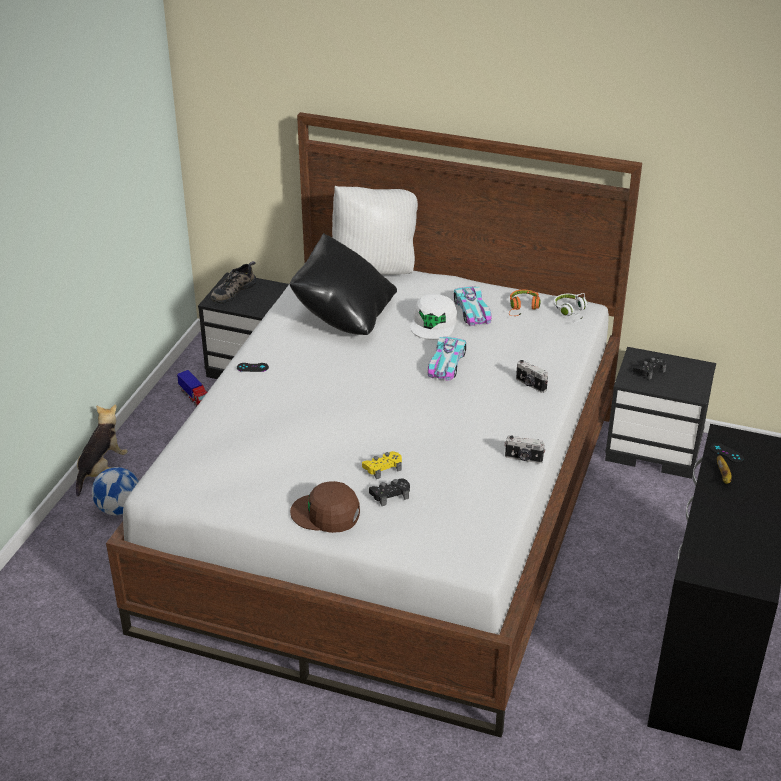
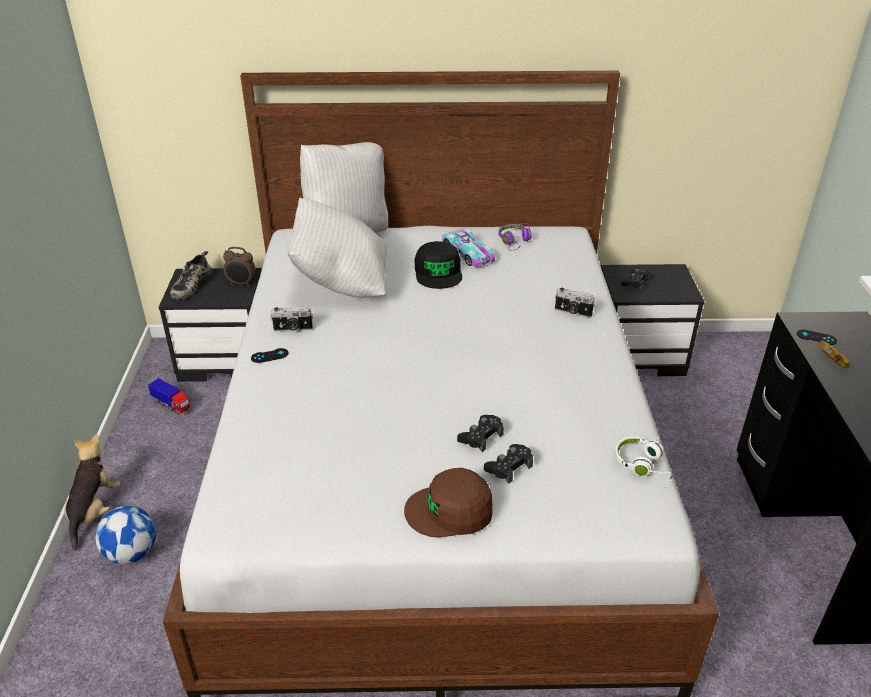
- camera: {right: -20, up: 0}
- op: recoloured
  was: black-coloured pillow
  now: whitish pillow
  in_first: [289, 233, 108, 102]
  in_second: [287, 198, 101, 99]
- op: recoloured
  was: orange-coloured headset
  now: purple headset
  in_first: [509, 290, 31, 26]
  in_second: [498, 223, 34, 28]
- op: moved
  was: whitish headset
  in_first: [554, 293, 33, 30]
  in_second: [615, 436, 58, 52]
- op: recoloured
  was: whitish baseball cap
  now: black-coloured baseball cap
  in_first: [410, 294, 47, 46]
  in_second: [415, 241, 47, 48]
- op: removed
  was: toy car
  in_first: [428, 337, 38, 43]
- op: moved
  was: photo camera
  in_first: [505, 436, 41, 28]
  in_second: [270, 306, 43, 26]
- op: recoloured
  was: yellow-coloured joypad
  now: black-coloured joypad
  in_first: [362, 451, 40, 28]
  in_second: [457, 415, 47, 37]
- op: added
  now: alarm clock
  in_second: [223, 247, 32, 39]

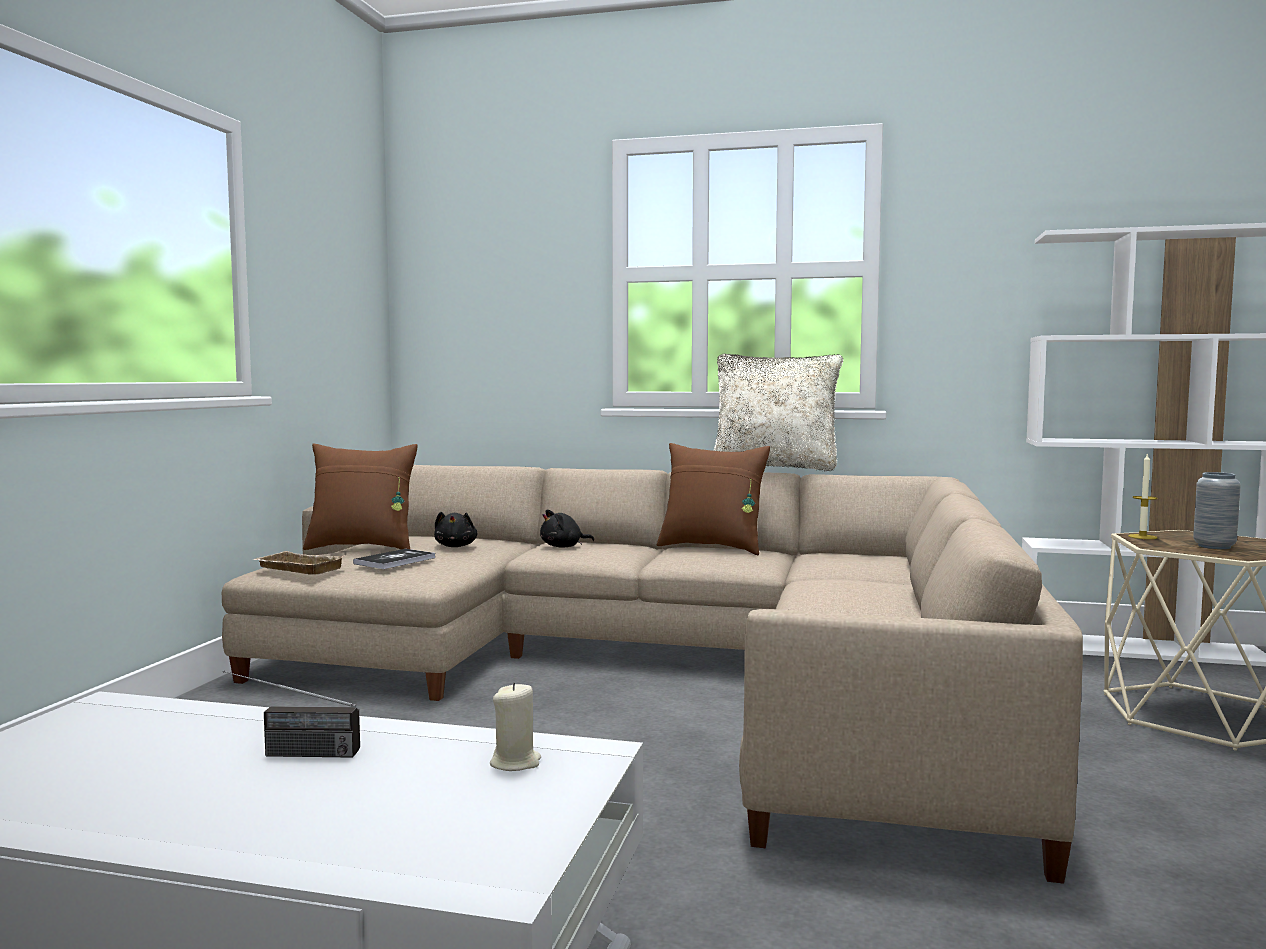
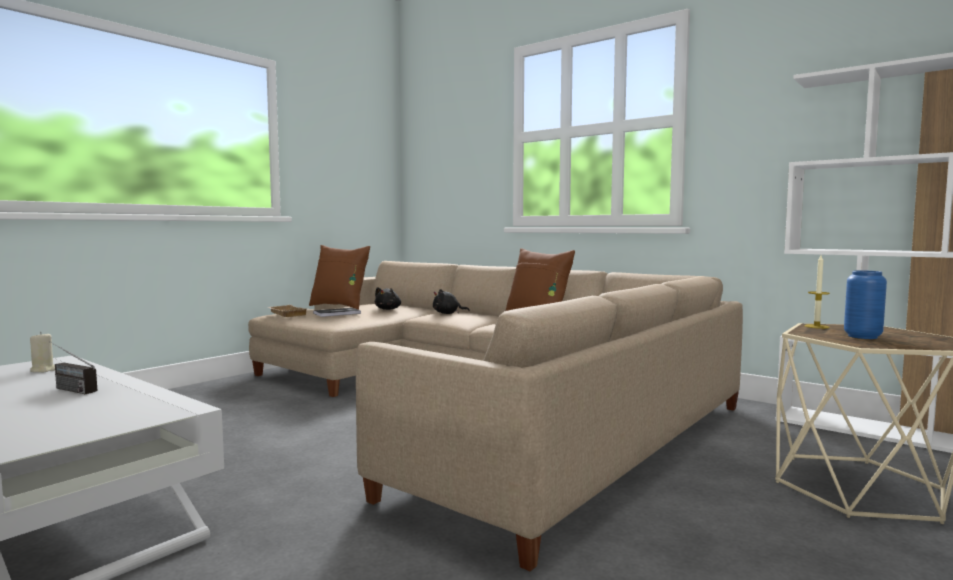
- camera: {right: 25, up: 0}
- op: removed
  was: beige pillow
  in_first: [714, 353, 130, 118]
- op: recoloured
  was: grey flower vase
  now: blue flower vase
  in_first: [1193, 472, 48, 77]
  in_second: [844, 270, 43, 69]
- op: moved
  was: beige candle
  in_first: [490, 682, 51, 89]
  in_second: [30, 332, 25, 40]

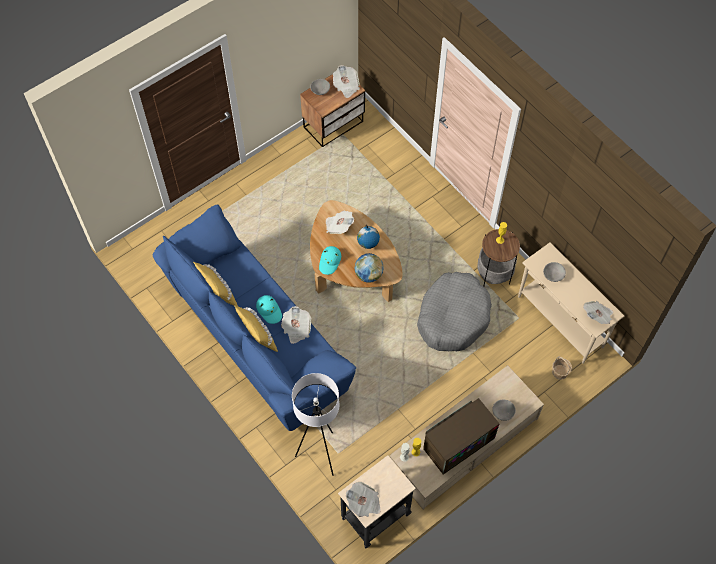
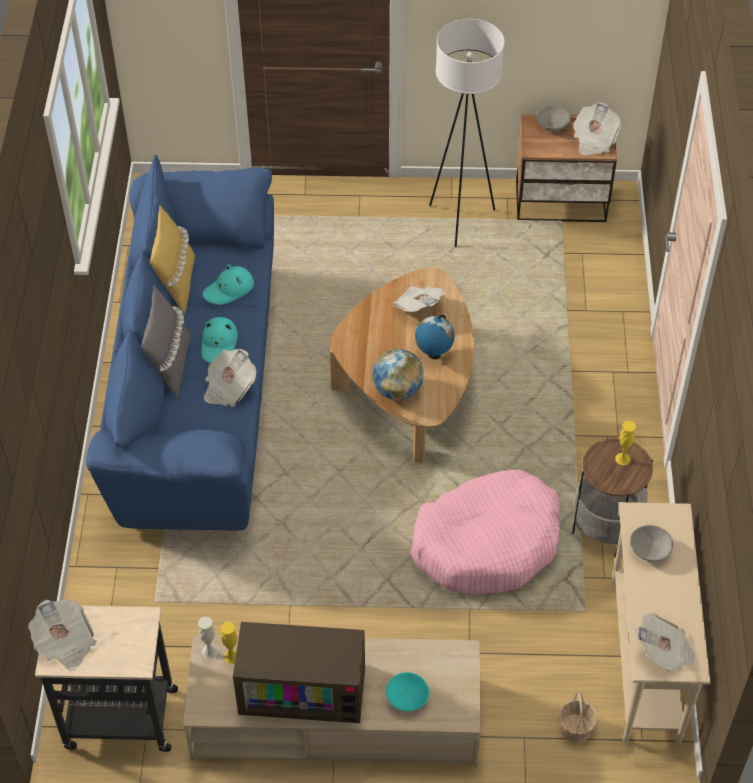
- camera: {right: 40, up: -10}
- op: moved
  was: turquoise clothing hat
  in_first: [319, 246, 22, 29]
  in_second: [203, 264, 51, 41]
- op: recoloured
  was: grey dog bed
  now: pink-coloured dog bed
  in_first: [417, 272, 75, 79]
  in_second: [411, 470, 149, 125]
- op: recoloured
  was: yellow-coloured pillow
  now: grey pillow
  in_first: [234, 305, 44, 47]
  in_second: [141, 286, 50, 113]
- op: moved
  was: whitish standard lamp
  in_first: [292, 373, 47, 103]
  in_second: [429, 19, 76, 228]
- op: recoloured
  was: grey serving bowl
  now: turquoise serving bowl
  in_first: [492, 399, 24, 22]
  in_second: [386, 672, 44, 39]

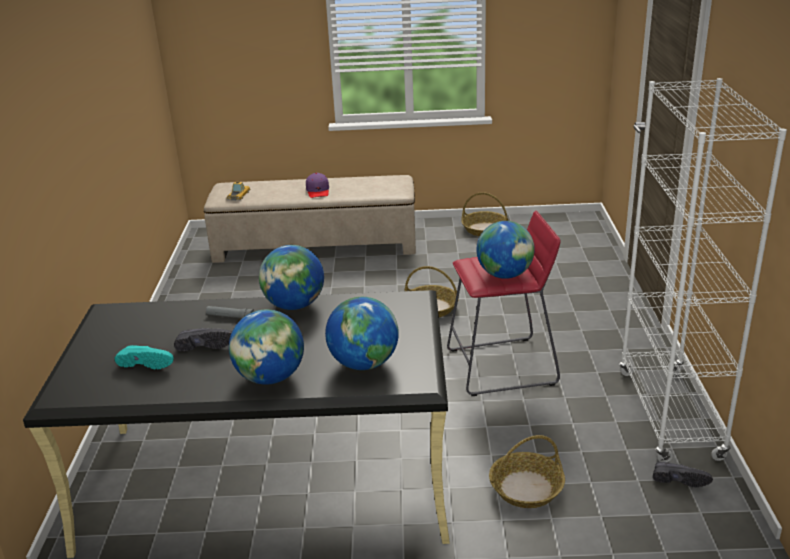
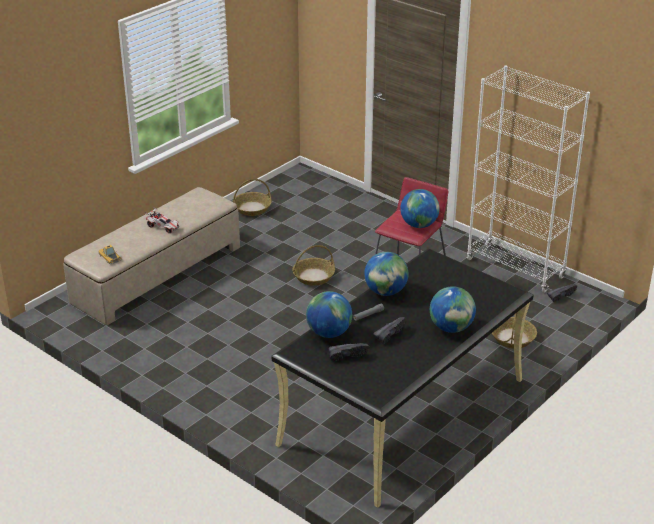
- camera: {right: -50, up: 5}
- op: replaced
  was: purple baseball cap
  now: toy car
  in_first: [306, 173, 23, 25]
  in_second: [145, 207, 34, 26]
- op: moved
  was: world globe
  in_first: [325, 297, 74, 73]
  in_second: [306, 291, 46, 47]
- op: removed
  was: turquoise item of footwear
  in_first: [115, 345, 59, 25]
- op: added
  now: black-coloured item of footwear
  in_second: [329, 343, 41, 18]

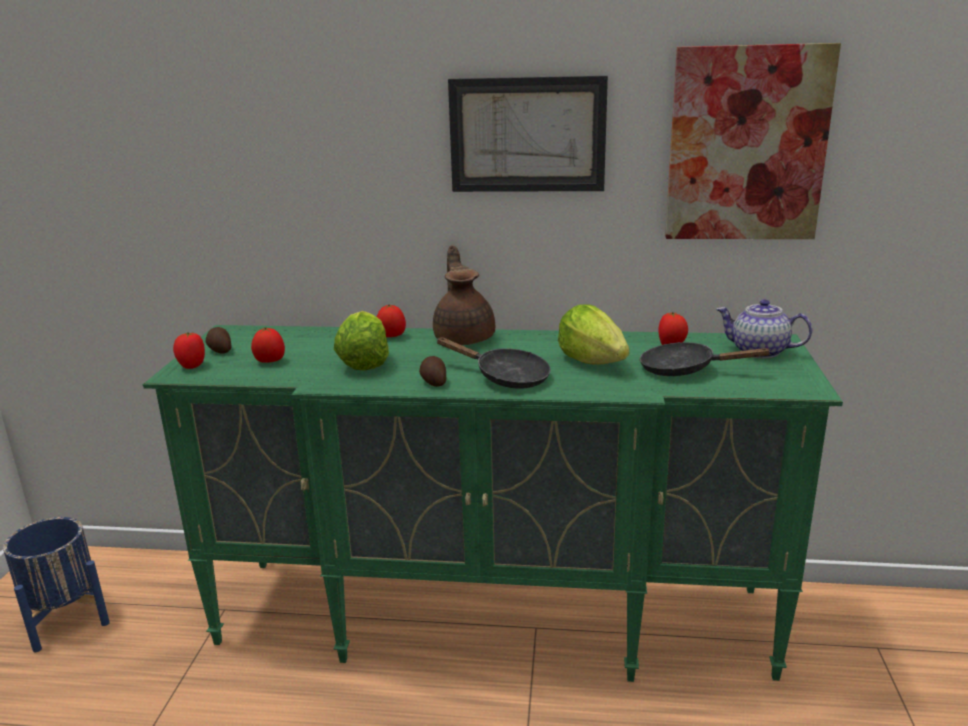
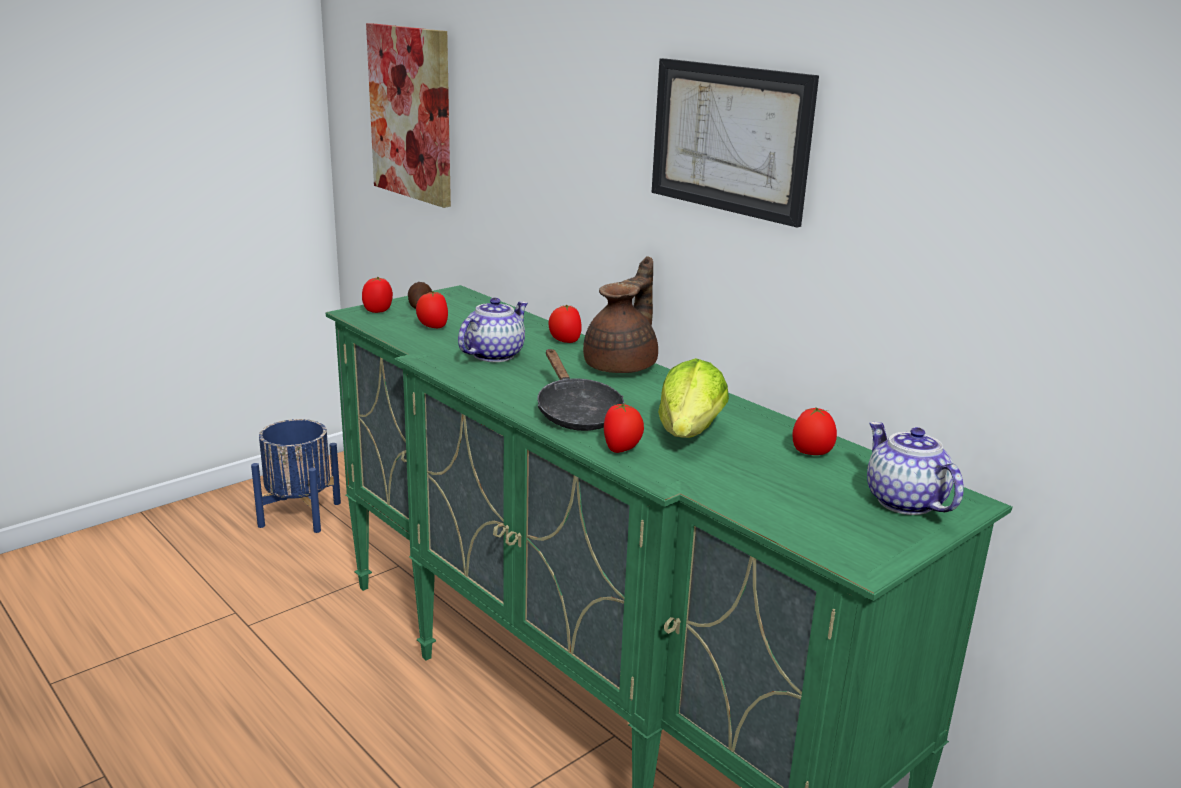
- camera: {right: 40, up: 0}
- op: moved
  was: wall picture
  in_first: [665, 43, 176, 196]
  in_second: [366, 23, 85, 185]
- op: replaced
  was: head of lettuce
  now: pot for tea
  in_first: [334, 311, 55, 60]
  in_second: [458, 298, 70, 64]
- op: removed
  was: black-coloured pan
  in_first: [640, 342, 131, 34]
- op: removed
  was: potato
  in_first: [419, 356, 27, 31]
- op: added
  now: tomato
  in_second: [604, 403, 40, 50]

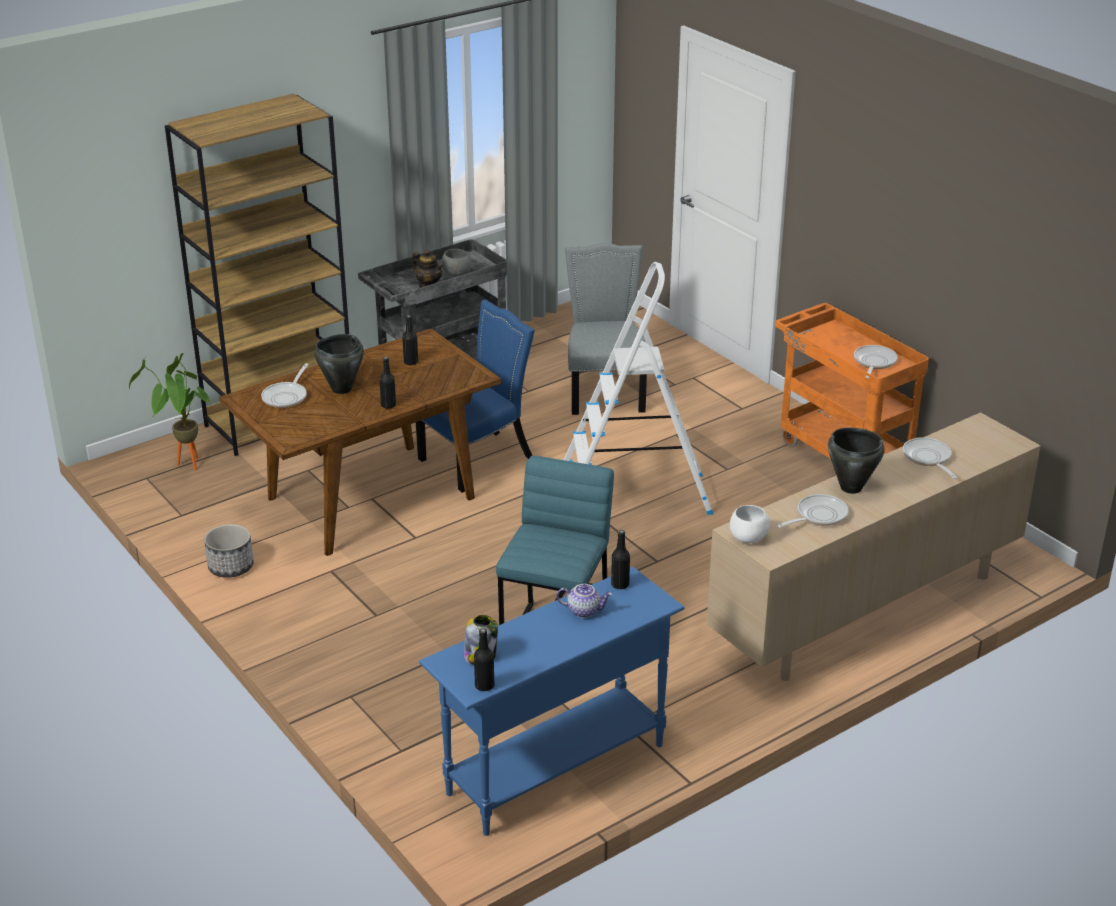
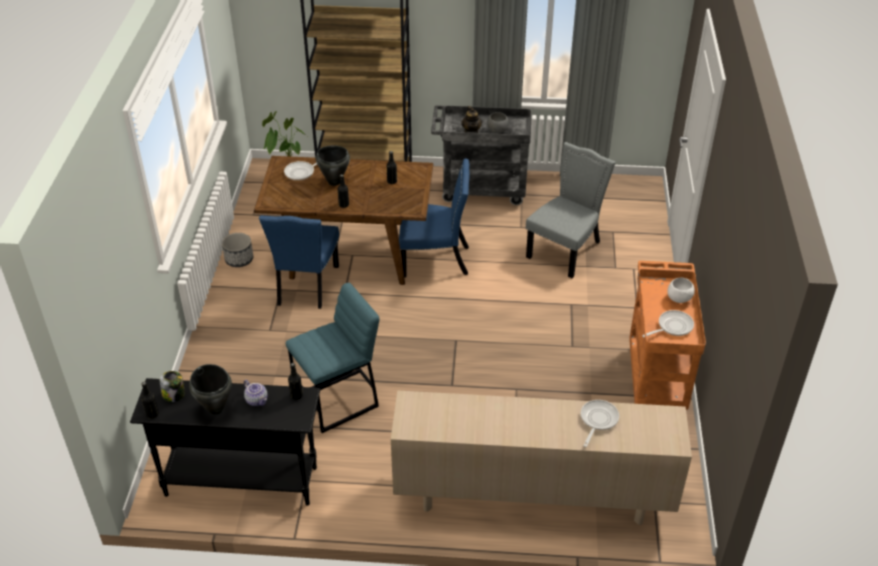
- camera: {right: 40, up: 10}
- op: removed
  was: whitish step ladder
  in_first: [564, 262, 150, 253]
- op: moved
  was: black-coloured stockpot
  in_first: [828, 428, 57, 66]
  in_second: [189, 364, 43, 51]
- op: removed
  was: pan
  in_first: [776, 494, 72, 34]
- op: moved
  was: whitish serving bowl
  in_first: [730, 505, 40, 38]
  in_second: [667, 278, 28, 25]
- op: recoloured
  was: blue hall table
  now: black-coloured hall table
  in_first: [419, 567, 266, 269]
  in_second: [130, 378, 190, 127]
- op: added
  now: blue plain chair
  in_second: [259, 215, 80, 94]

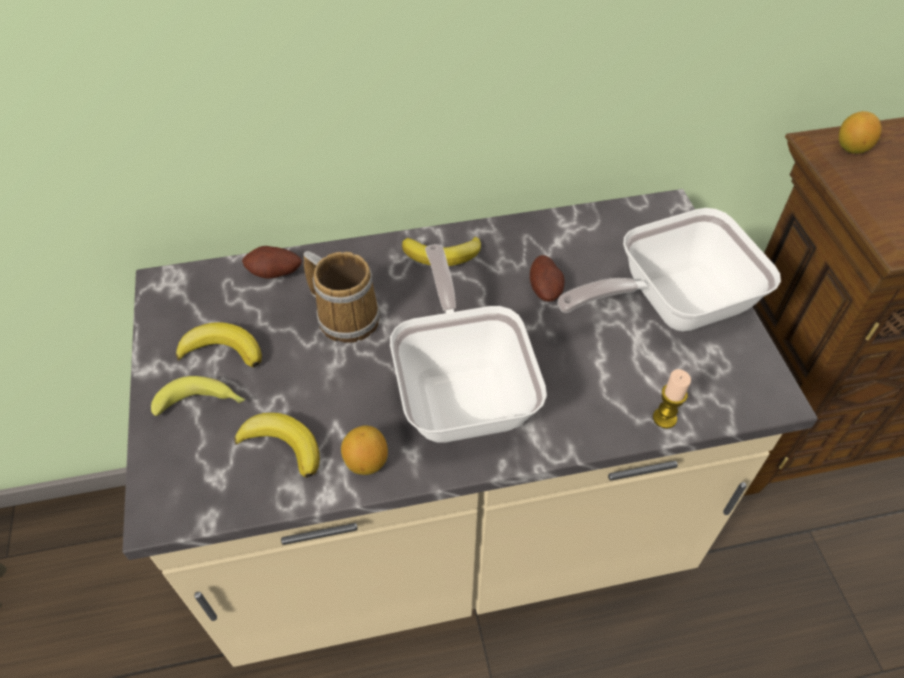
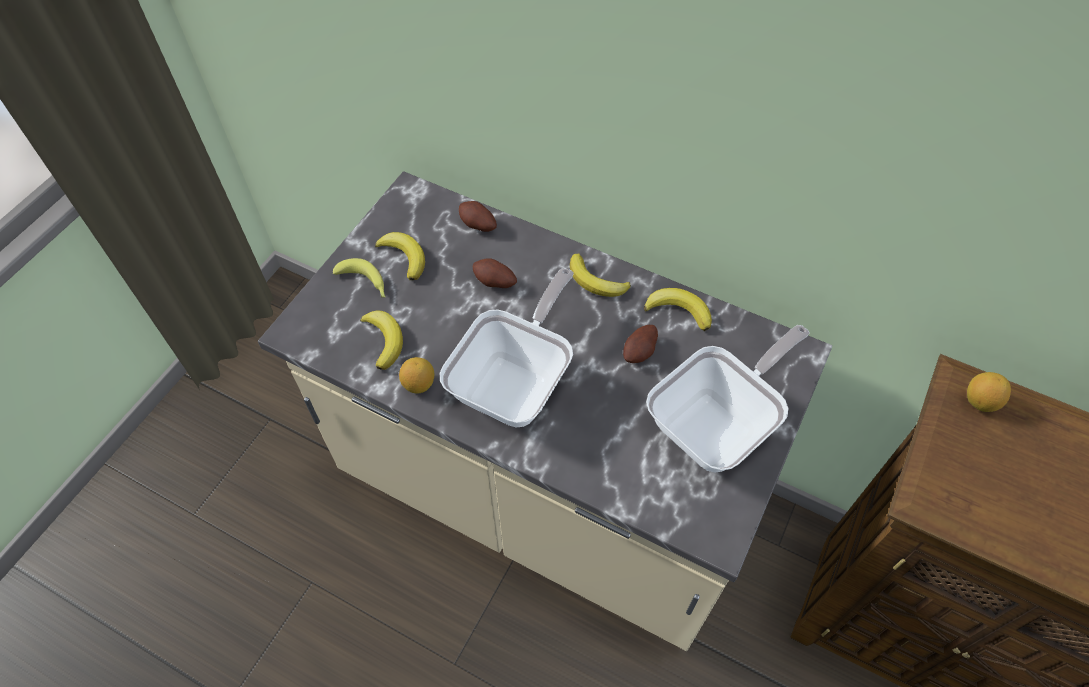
- camera: {right: 40, up: 5}
- op: turned
  was: pan
  in_first: [558, 208, 223, 124]
  in_second: [646, 325, 164, 147]
  clockwise: 120
- op: replaced
  was: mug
  now: potato
  in_first: [303, 251, 77, 92]
  in_second: [473, 258, 44, 30]
- op: removed
  was: candle
  in_first: [653, 369, 38, 60]
- op: added
  now: whole banana
  in_second: [644, 288, 68, 43]

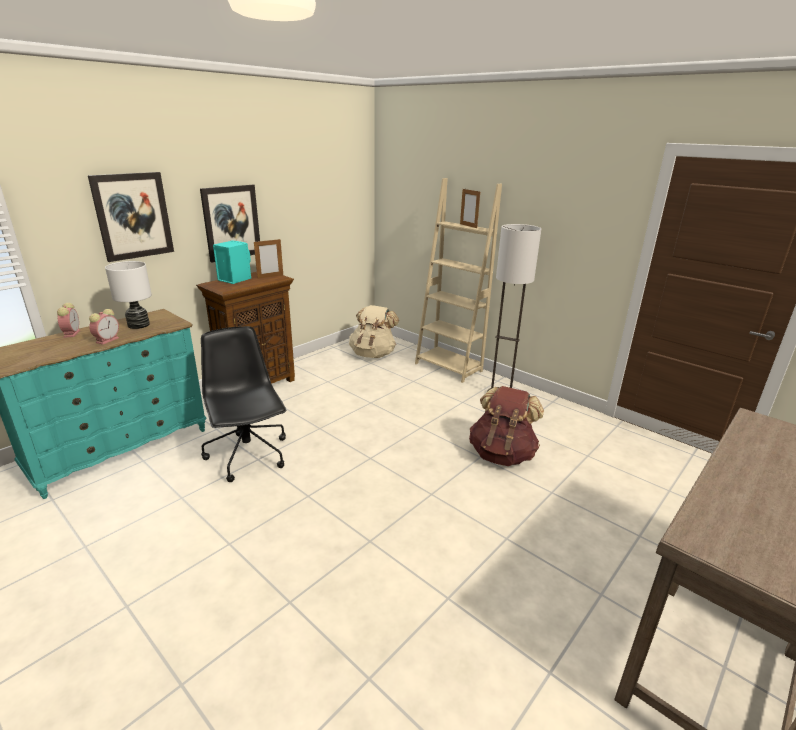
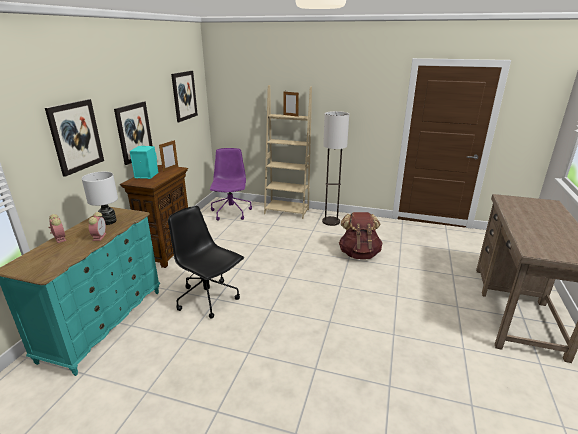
- camera: {right: -25, up: 0}
- op: replaced
  was: beige rucksack
  now: purple computer chair
  in_first: [349, 305, 50, 53]
  in_second: [210, 148, 42, 73]
- op: added
  now: wall picture
  in_second: [171, 71, 27, 51]

